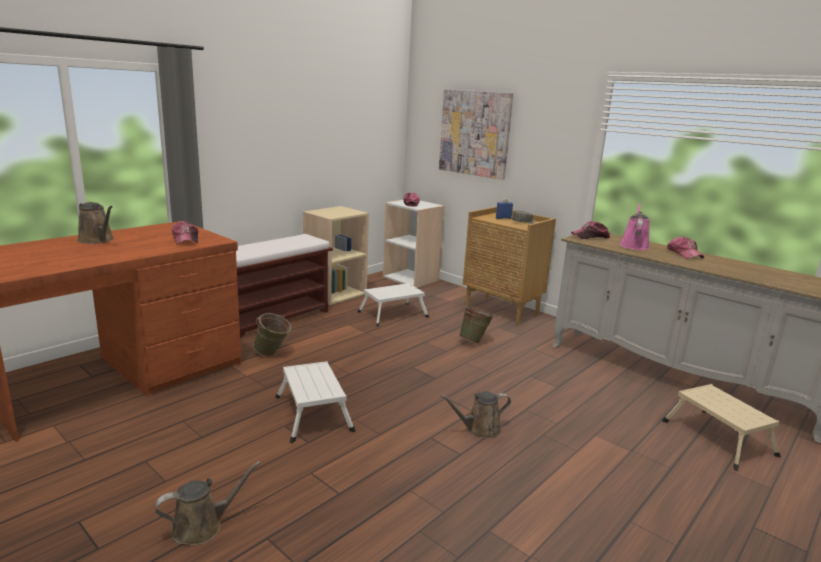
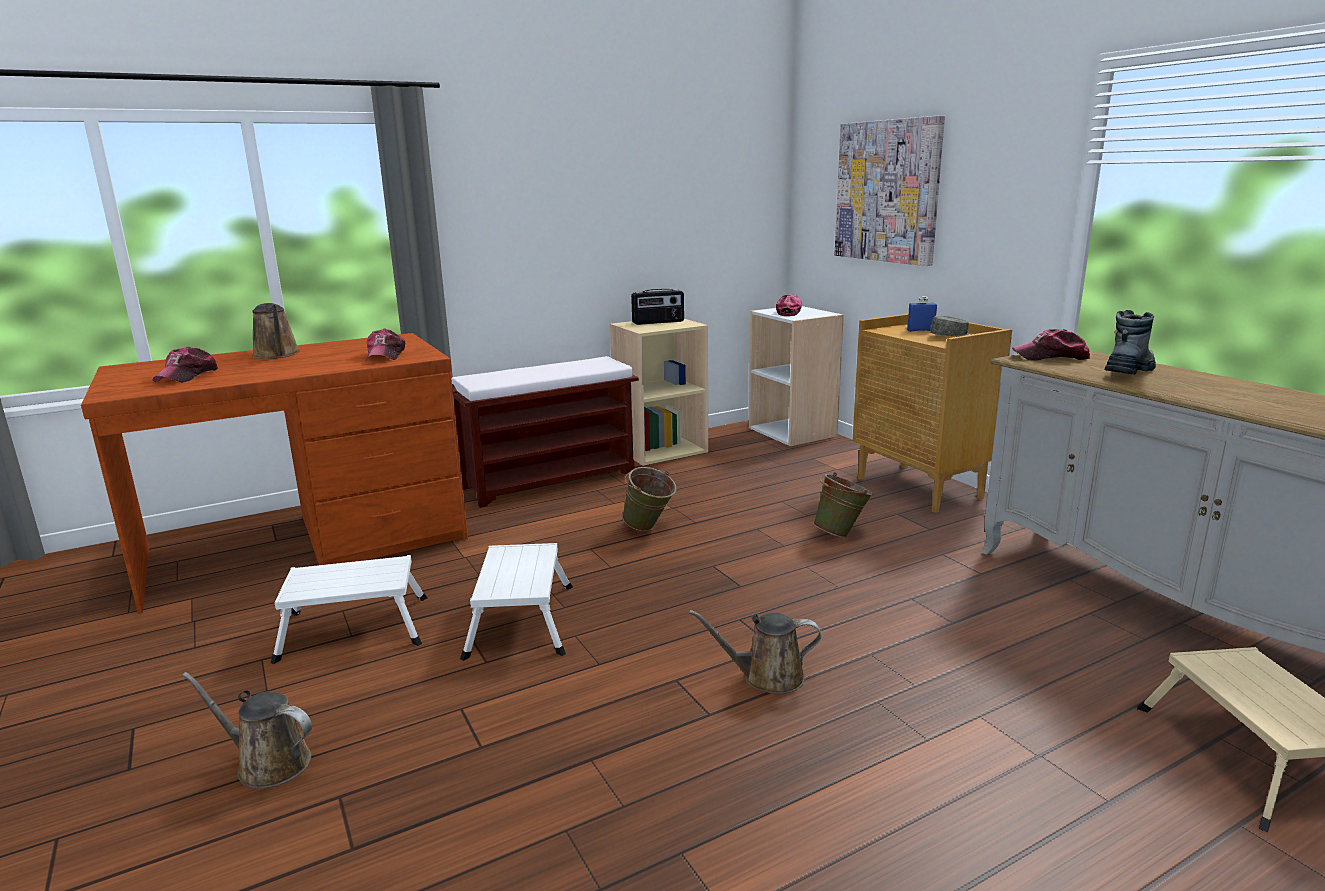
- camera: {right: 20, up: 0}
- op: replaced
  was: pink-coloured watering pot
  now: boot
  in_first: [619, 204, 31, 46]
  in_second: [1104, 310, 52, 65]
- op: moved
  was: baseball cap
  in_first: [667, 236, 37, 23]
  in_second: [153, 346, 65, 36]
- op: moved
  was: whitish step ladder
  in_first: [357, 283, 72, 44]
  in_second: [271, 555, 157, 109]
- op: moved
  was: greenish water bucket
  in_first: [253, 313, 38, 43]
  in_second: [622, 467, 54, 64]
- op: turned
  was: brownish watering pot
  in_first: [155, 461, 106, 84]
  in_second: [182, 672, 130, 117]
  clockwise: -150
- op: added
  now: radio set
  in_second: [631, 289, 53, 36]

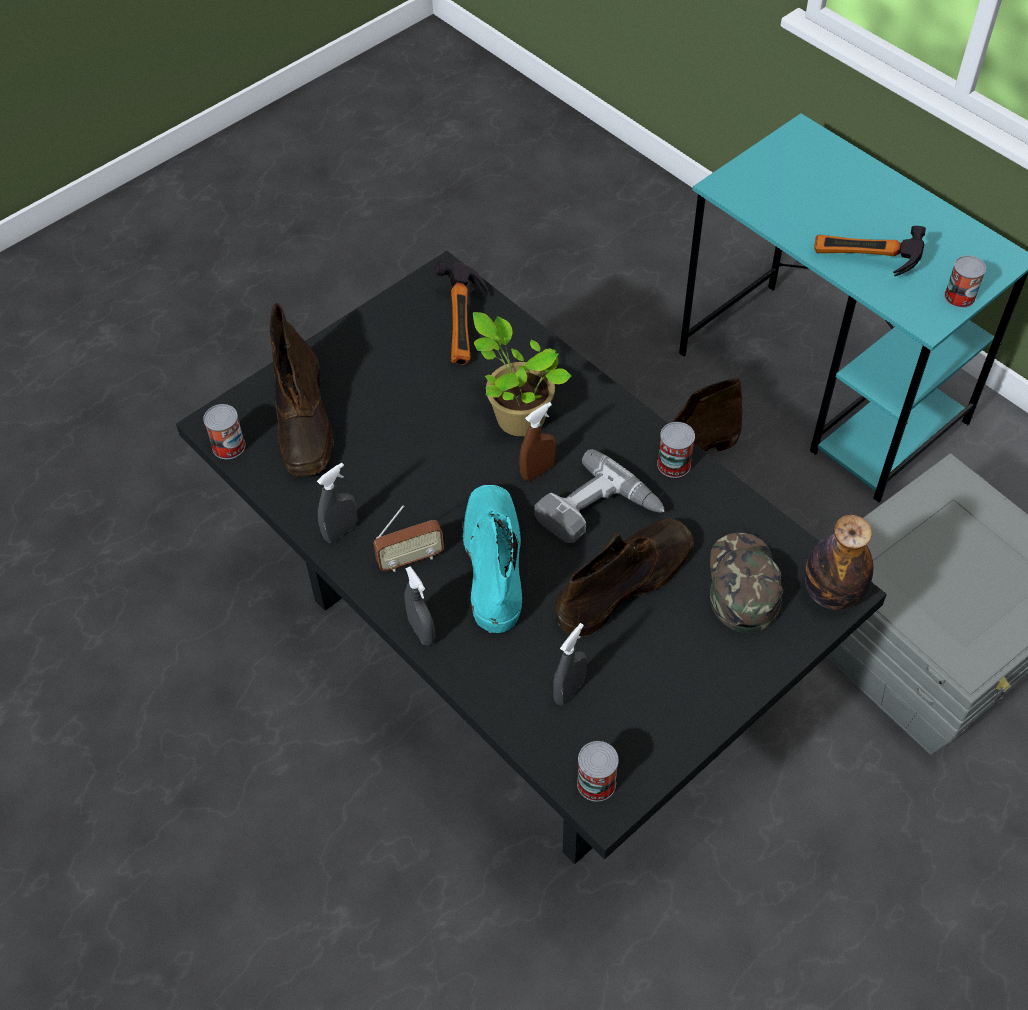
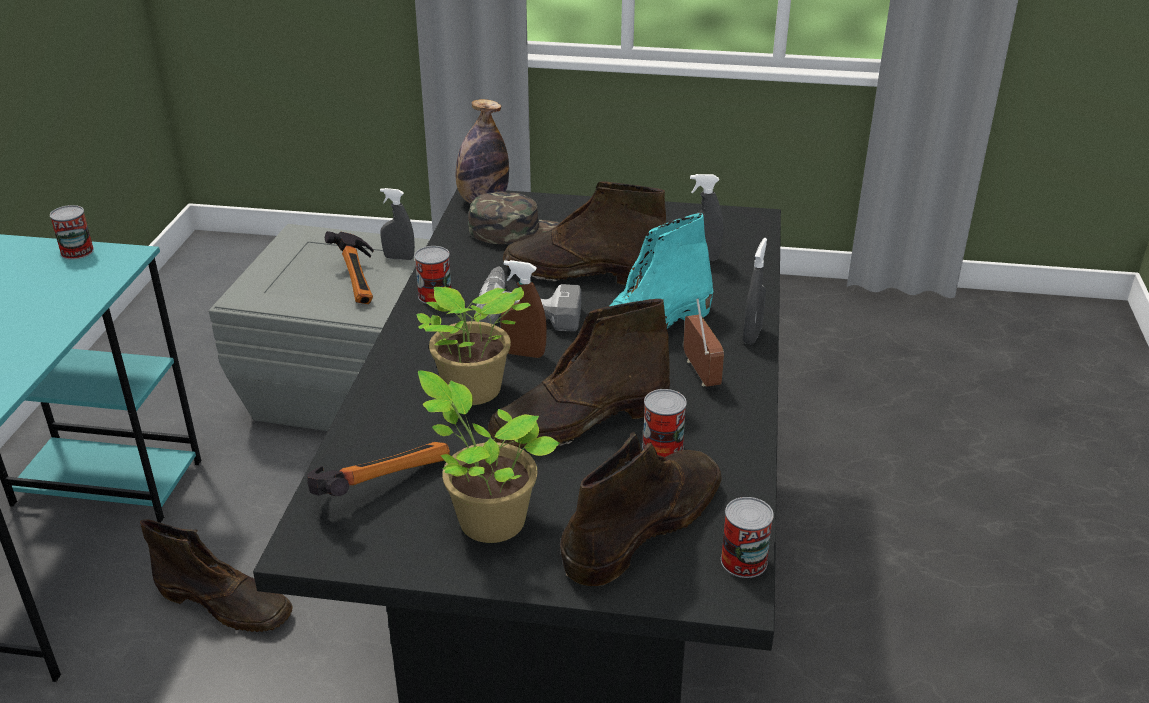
- camera: {right: -130, up: -20}
- op: moved
  was: hand hammer
  in_first: [814, 226, 112, 50]
  in_second: [325, 231, 49, 73]
- op: moved
  was: grey spray bottle
  in_first: [317, 463, 40, 80]
  in_second: [380, 188, 35, 72]
- op: turned
  was: radio set
  in_first: [373, 505, 71, 67]
  in_second: [683, 299, 41, 88]
  clockwise: 45
- op: turned
  was: greenish baseball cap
  in_first: [710, 533, 73, 100]
  in_second: [468, 192, 93, 52]
  clockwise: -135
- op: moved
  was: can
  in_first: [577, 741, 42, 61]
  in_second: [642, 389, 45, 68]
- op: added
  now: brownish boot
  in_second: [488, 299, 182, 149]
- op: added
  now: plant in a pot
  in_second: [418, 370, 142, 173]

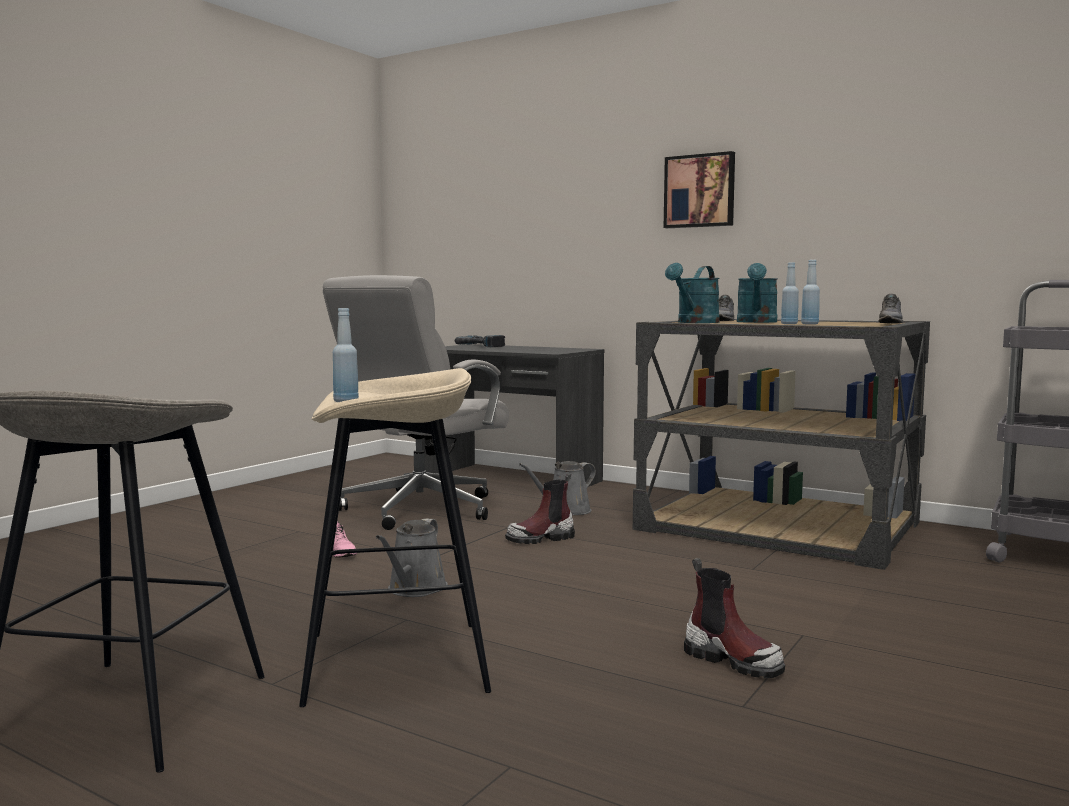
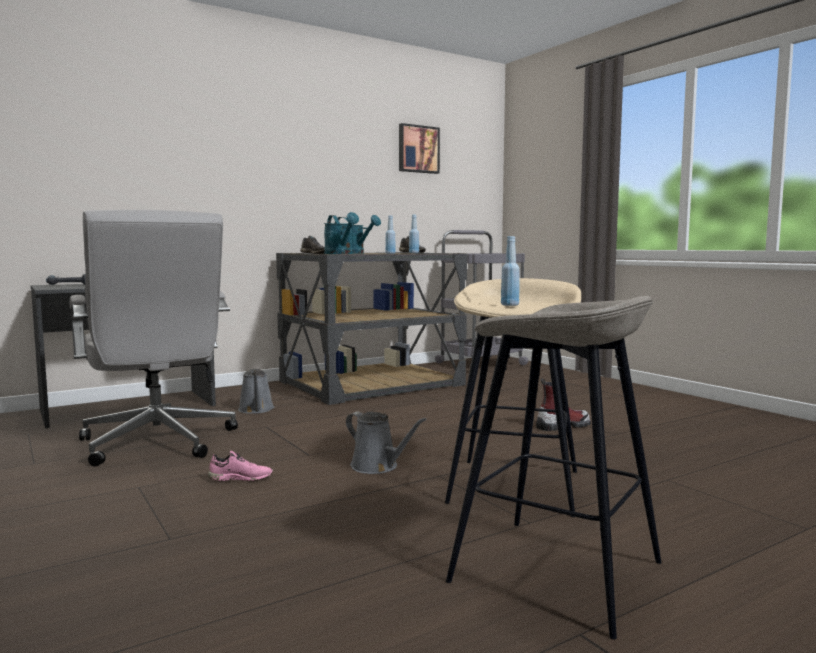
- camera: {right: -65, up: 0}
- op: moved
  was: wall picture
  in_first: [664, 151, 71, 77]
  in_second: [399, 123, 41, 51]
- op: removed
  was: boot
  in_first: [505, 474, 70, 70]

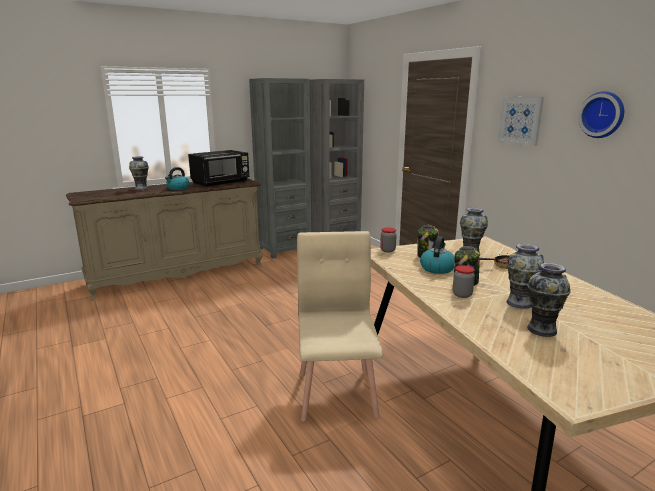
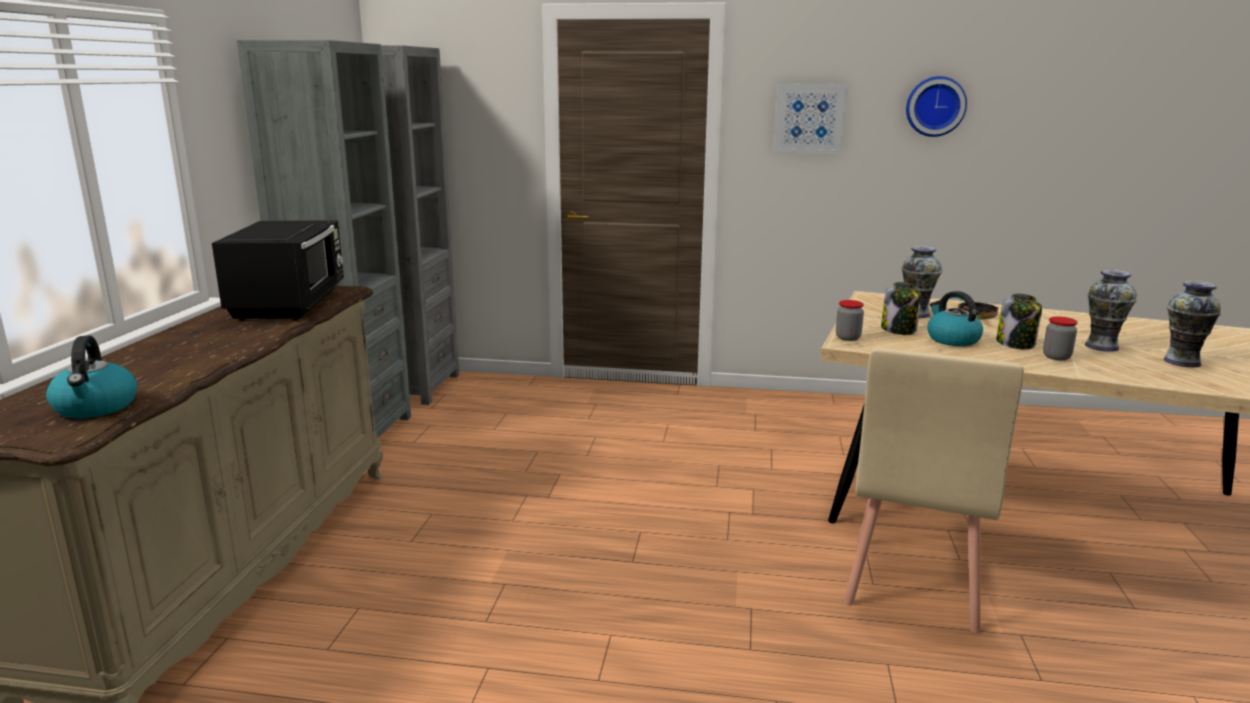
- camera: {right: -50, up: 0}
- op: removed
  was: flower vase
  in_first: [129, 156, 20, 34]
- op: moved
  was: tea kettle
  in_first: [165, 167, 24, 23]
  in_second: [46, 335, 91, 83]
- op: turned
  was: beige plain chair
  in_first: [297, 231, 86, 191]
  in_second: [844, 348, 180, 285]
  clockwise: -105

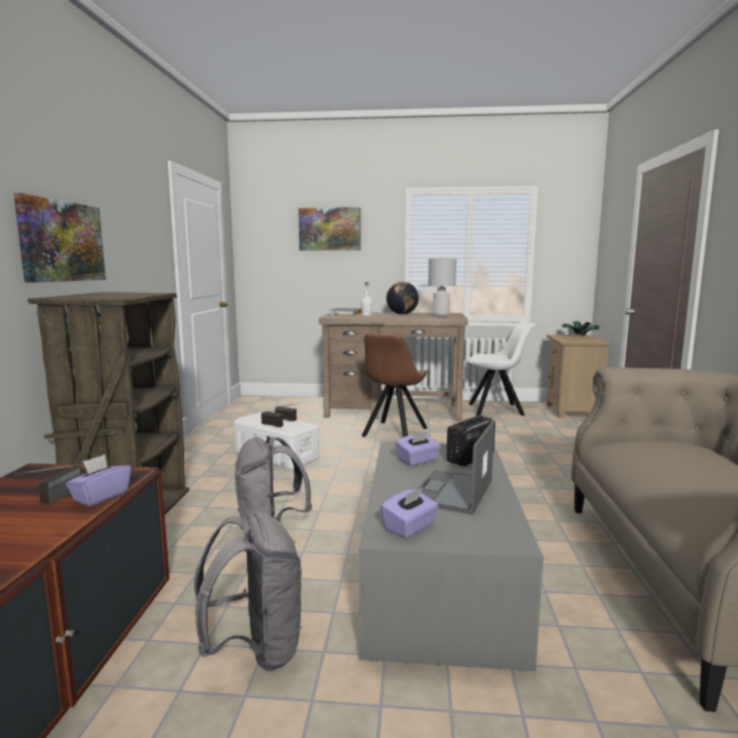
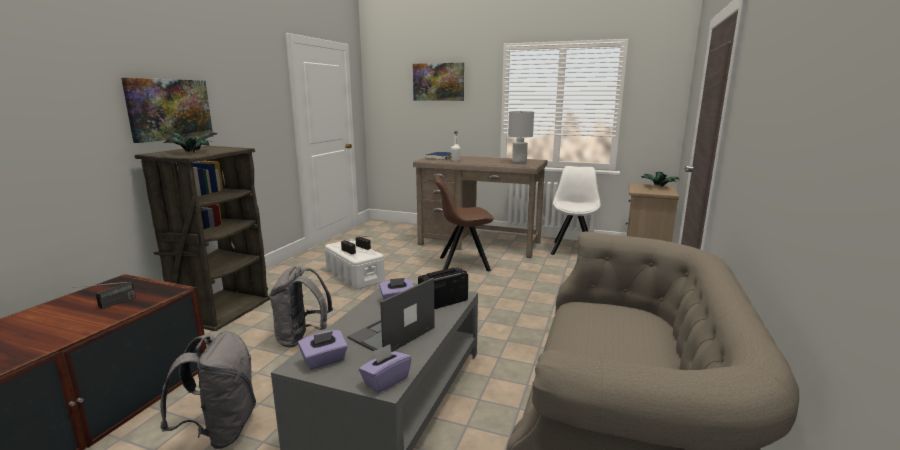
- camera: {right: 15, up: 5}
- op: removed
  was: world globe
  in_first: [386, 282, 33, 32]
- op: turned
  was: whitish plain chair
  in_first: [469, 320, 65, 96]
  in_second: [551, 166, 50, 89]
  clockwise: -90
- op: turned
  was: brownish plain chair
  in_first: [362, 333, 65, 104]
  in_second: [434, 175, 60, 96]
  clockwise: 45
- op: moved
  was: purple box of tissues
  in_first: [66, 454, 65, 52]
  in_second: [359, 344, 53, 49]
- op: added
  now: plant in a pot
  in_second: [164, 131, 54, 21]

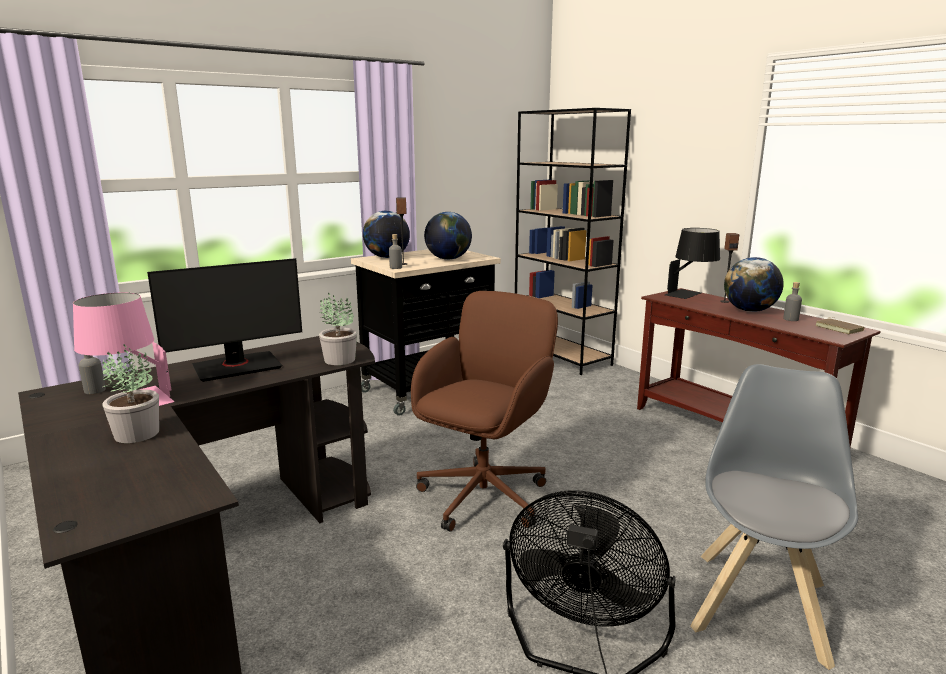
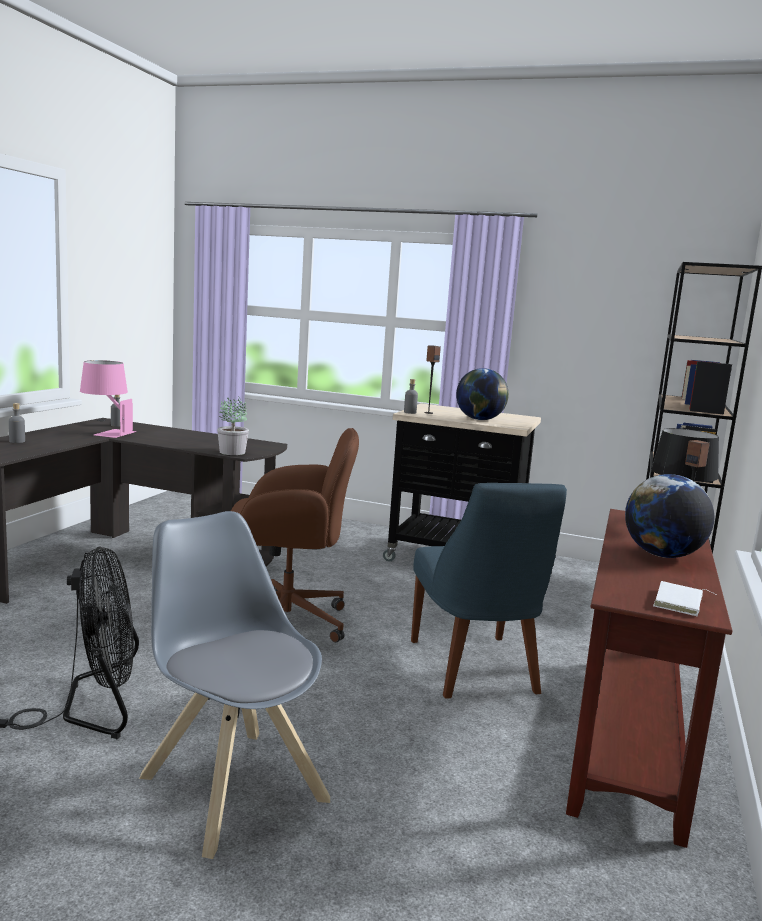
- camera: {right: 55, up: -5}
- op: removed
  was: world globe
  in_first: [363, 211, 47, 47]
- op: removed
  was: computer display
  in_first: [147, 258, 155, 124]
- op: moved
  was: grey bottle
  in_first: [783, 282, 19, 39]
  in_second: [9, 403, 16, 40]
- op: recoloured
  was: brownish volume
  now: whitish volume
  in_first: [815, 317, 50, 17]
  in_second: [653, 581, 63, 35]
- op: removed
  was: plant in a pot
  in_first: [102, 344, 57, 99]
- op: turned
  was: grey plain chair
  in_first: [690, 364, 168, 306]
  in_second: [139, 511, 191, 348]
  clockwise: -120
- op: added
  now: blue plain chair
  in_second: [411, 483, 156, 216]

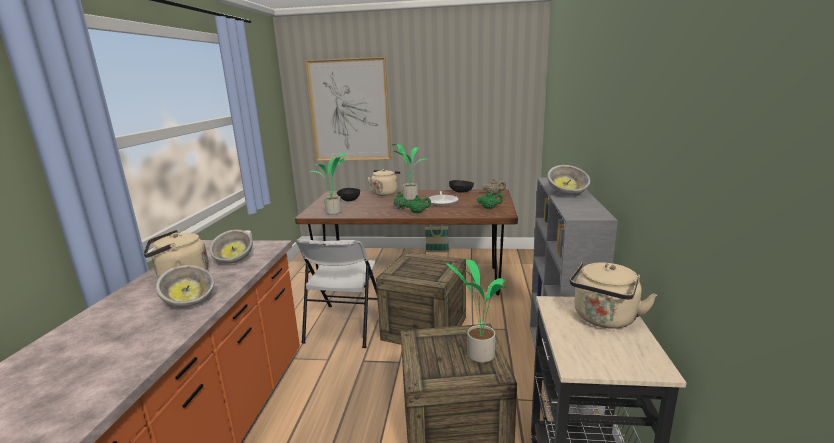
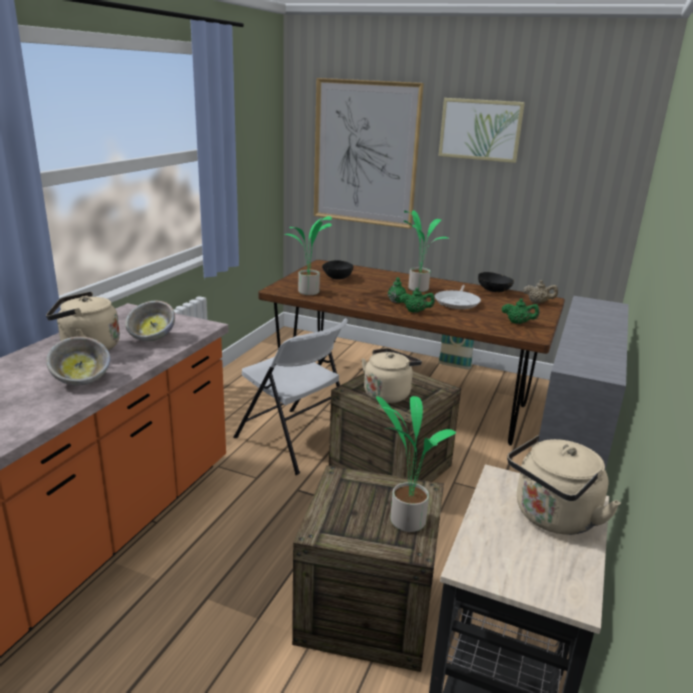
- camera: {right: 15, up: 5}
- op: removed
  was: serving bowl
  in_first: [547, 165, 43, 31]
- op: moved
  was: beige tea kettle
  in_first: [367, 169, 33, 27]
  in_second: [362, 348, 60, 55]
- op: turned
  was: whitish plain chair
  in_first: [296, 238, 81, 110]
  in_second: [233, 318, 115, 157]
  clockwise: -75
- op: added
  now: wall picture
  in_second: [439, 98, 86, 65]

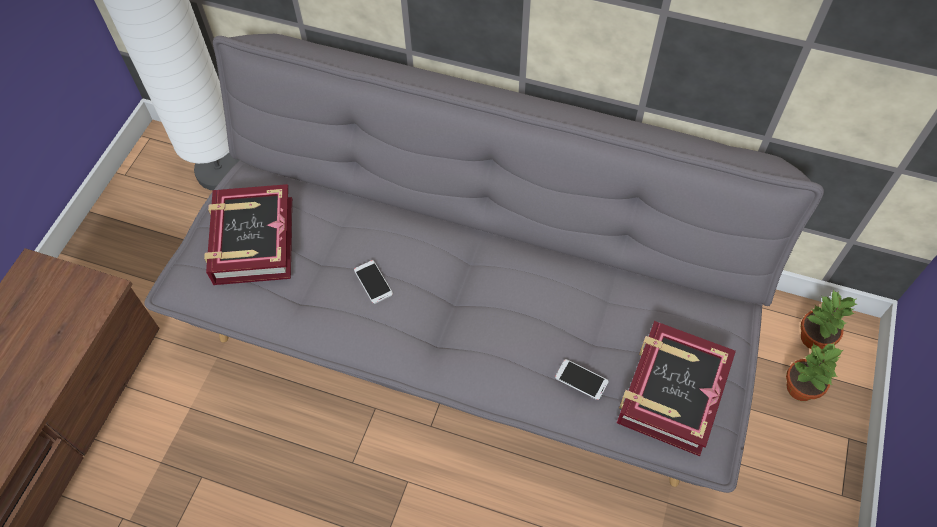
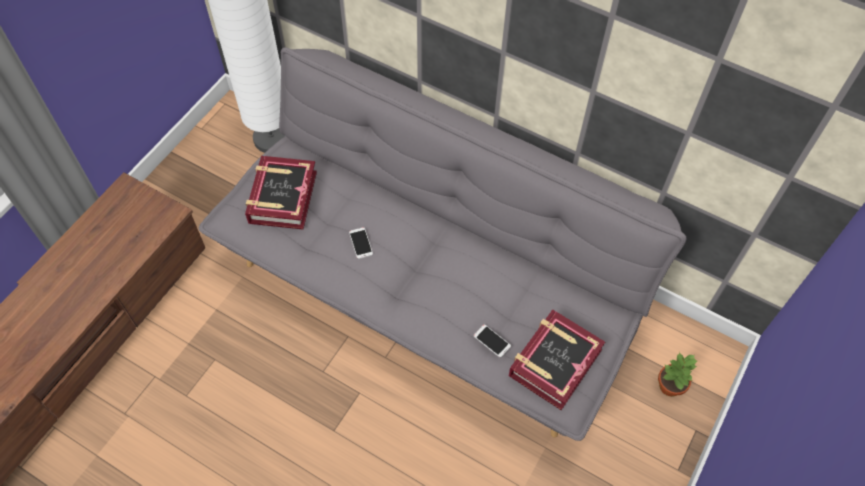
- camera: {right: 10, up: 0}
- op: removed
  was: plant in a pot
  in_first: [801, 289, 56, 61]

